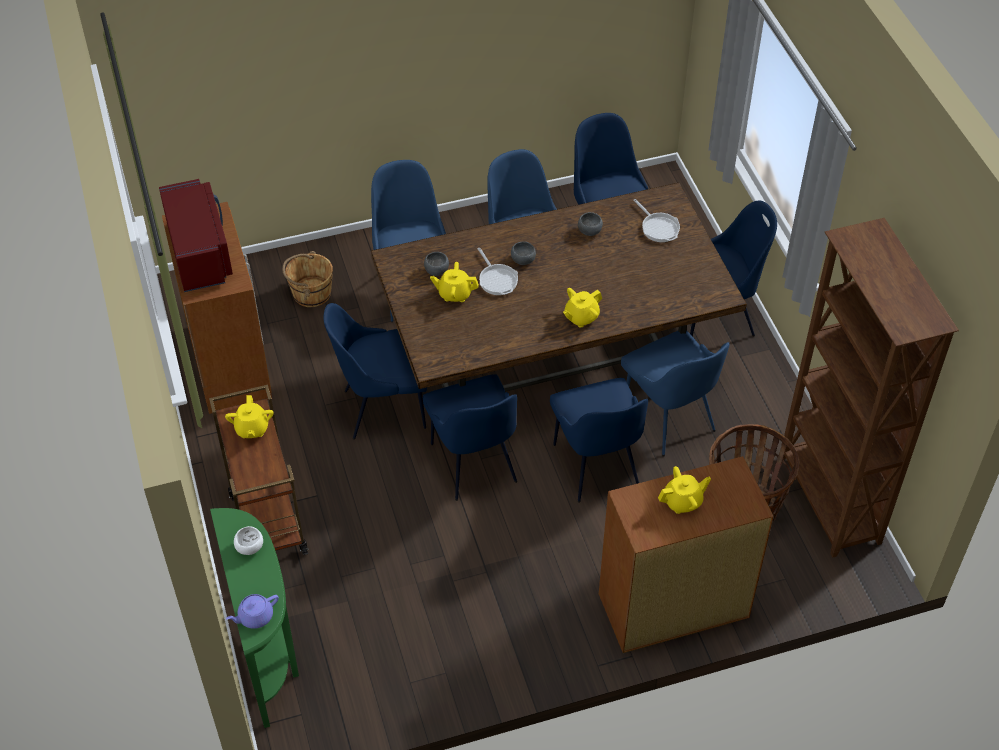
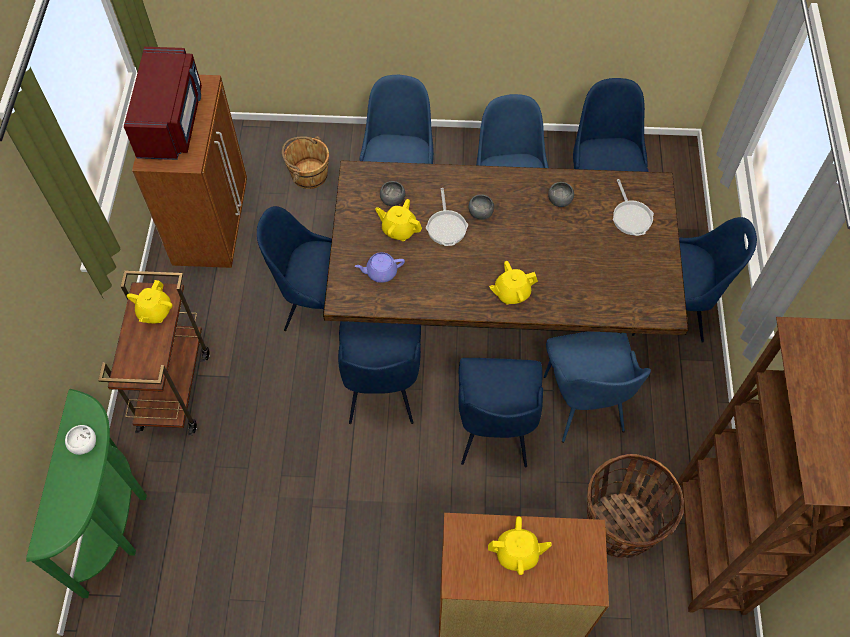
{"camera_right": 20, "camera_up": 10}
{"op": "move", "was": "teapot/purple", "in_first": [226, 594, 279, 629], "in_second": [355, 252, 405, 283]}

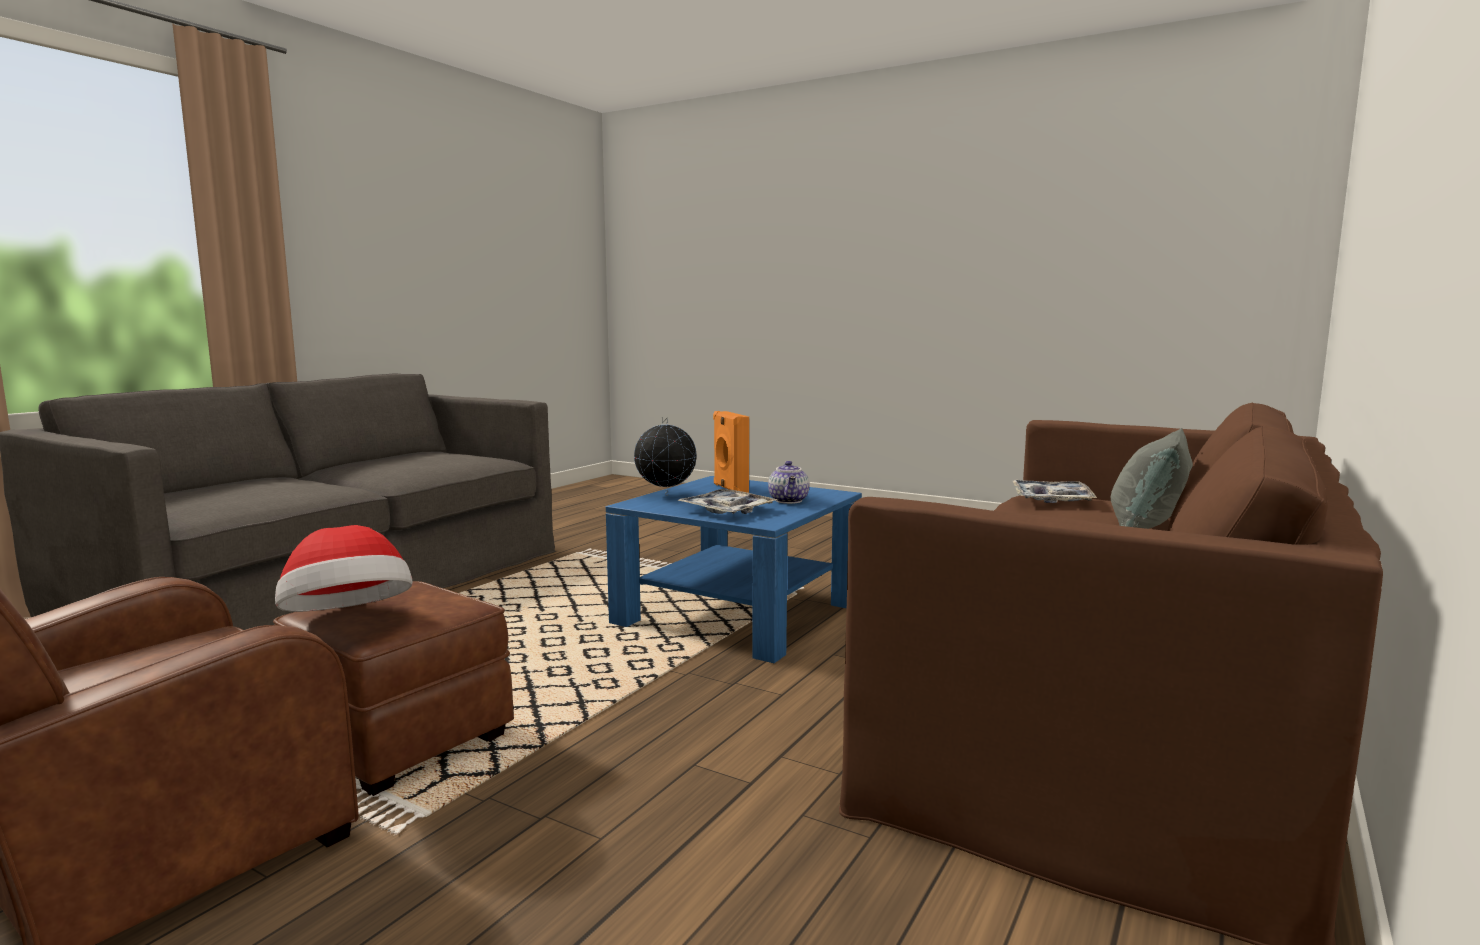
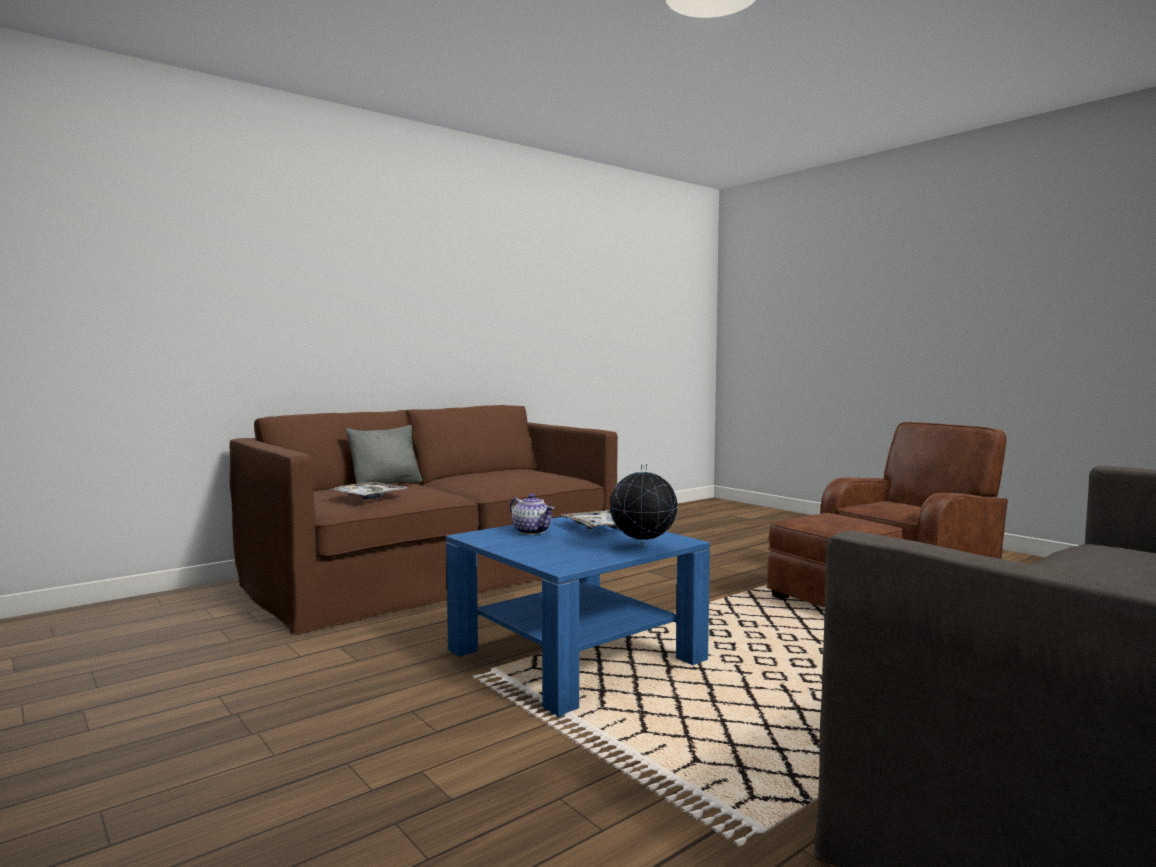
{"camera_right": -160, "camera_up": -5}
{"op": "delete", "was": "hat", "in_first": [275, 525, 413, 612]}
{"op": "delete", "was": "speaker/orange", "in_first": [713, 411, 749, 493]}
{"op": "rotate", "was": "teapot", "in_first": [768, 461, 809, 504], "in_second": [510, 494, 554, 535], "clockwise": 120}

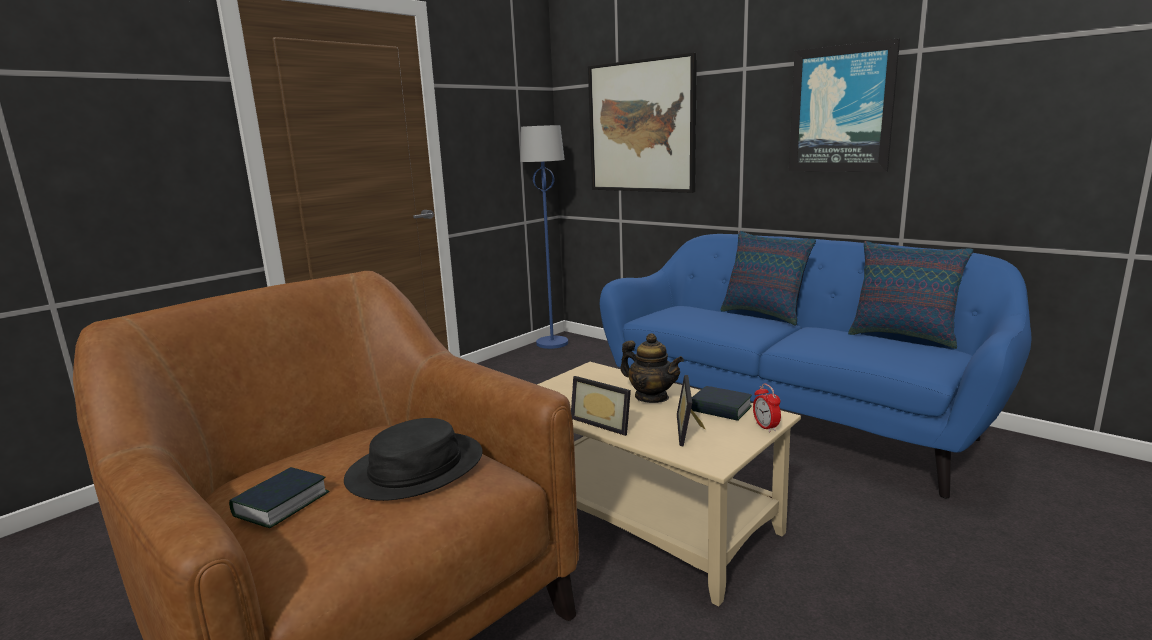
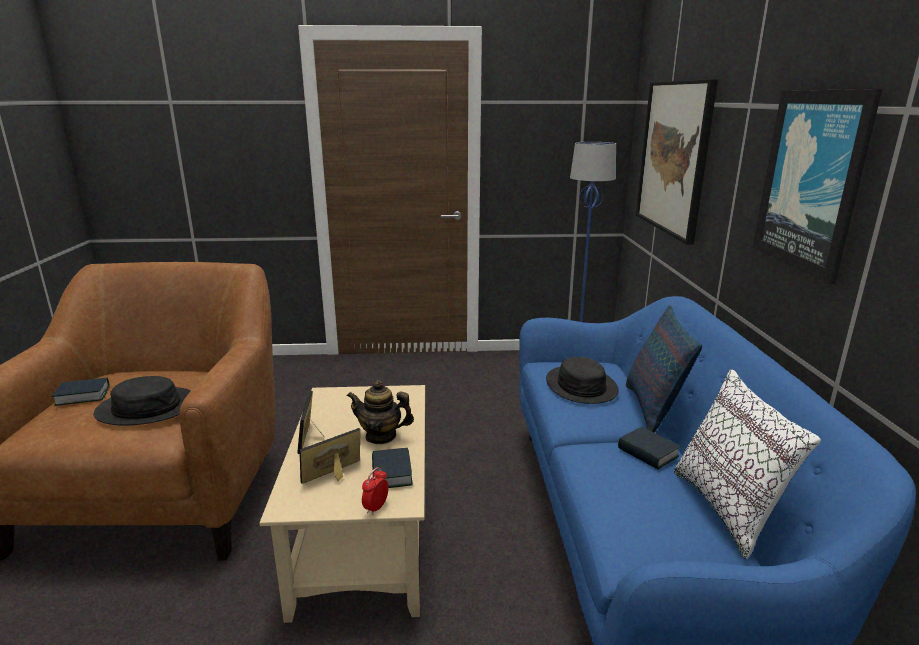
{"camera_right": 45, "camera_up": 5}
{"op": "rotate", "was": "teapot", "in_first": [620, 333, 684, 403], "in_second": [347, 380, 414, 444], "clockwise": 105}
{"op": "recolor", "was": "pillow/blue", "now": "pillow/white", "in_first": [848, 241, 973, 349], "in_second": [674, 369, 821, 559]}
{"op": "insert", "now": "hat/black", "in_second": [546, 357, 619, 404]}
{"op": "insert", "now": "book", "in_second": [618, 427, 681, 469]}

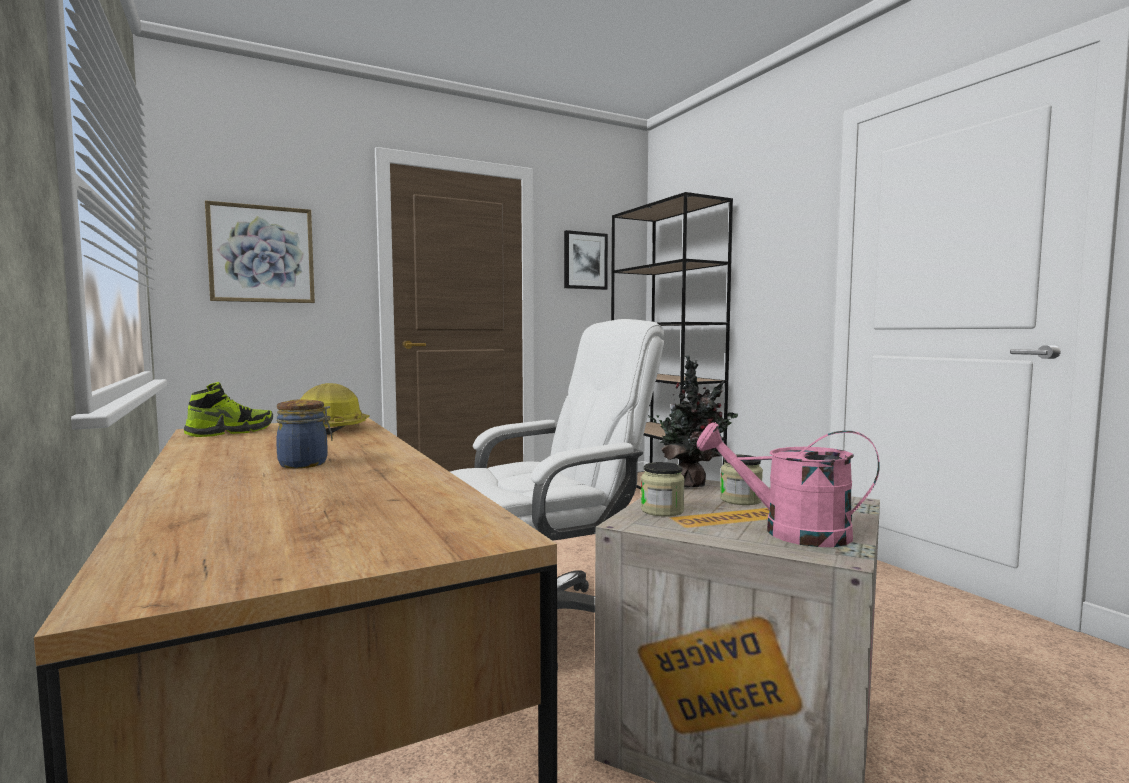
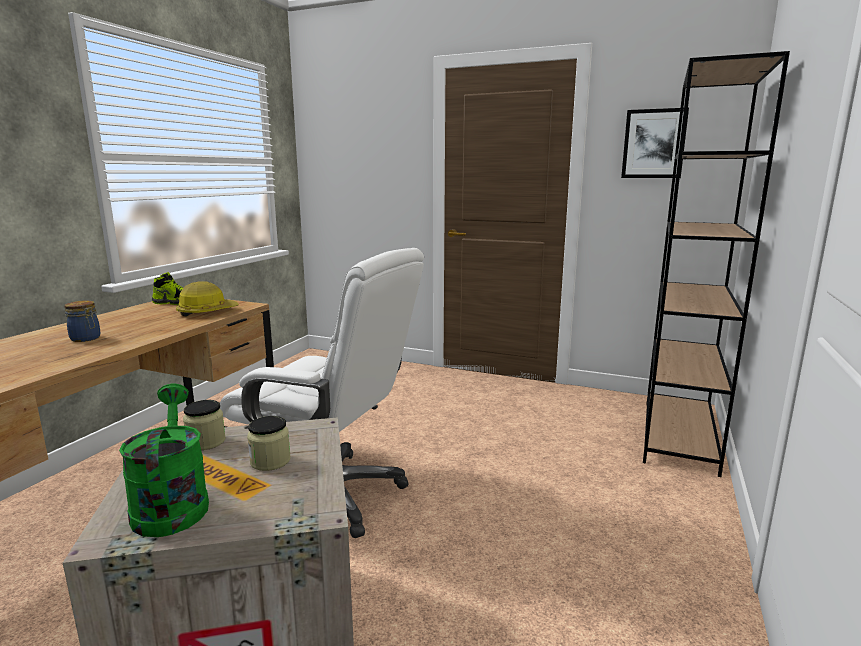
{"camera_right": 50, "camera_up": 10}
{"op": "delete", "was": "picture", "in_first": [205, 200, 315, 303]}
{"op": "delete", "was": "potted plant", "in_first": [648, 355, 738, 487]}
{"op": "recolor", "was": "watering can/pink", "now": "watering can/green", "in_first": [697, 422, 880, 547], "in_second": [119, 384, 209, 537]}

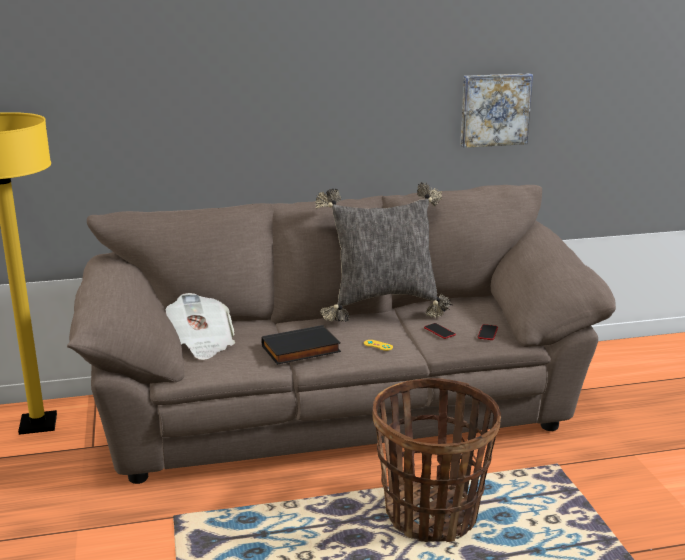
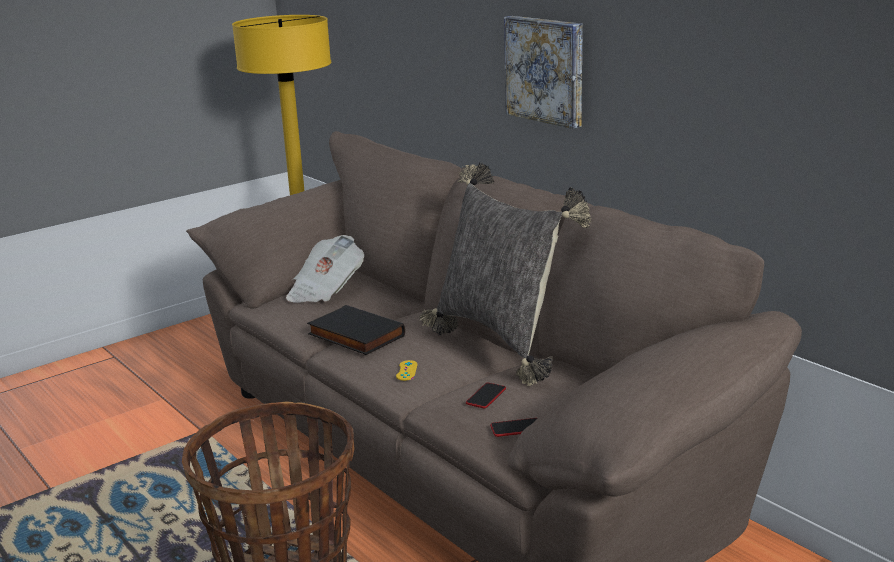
{"camera_right": 65, "camera_up": 0}
{"op": "move", "was": "picture", "in_first": [460, 73, 533, 148], "in_second": [504, 16, 583, 129]}

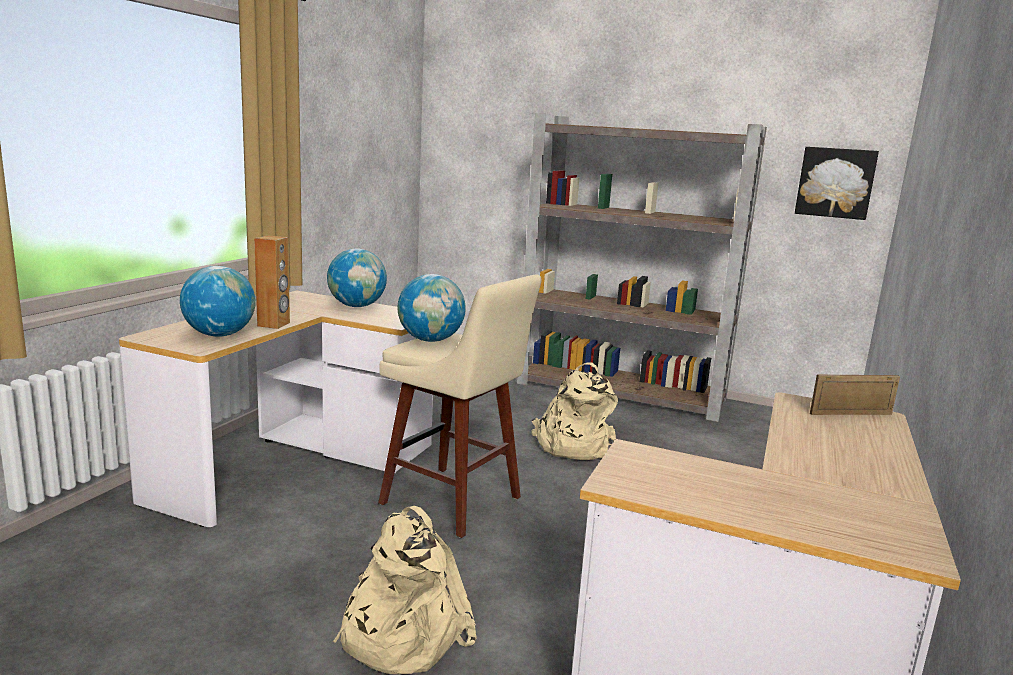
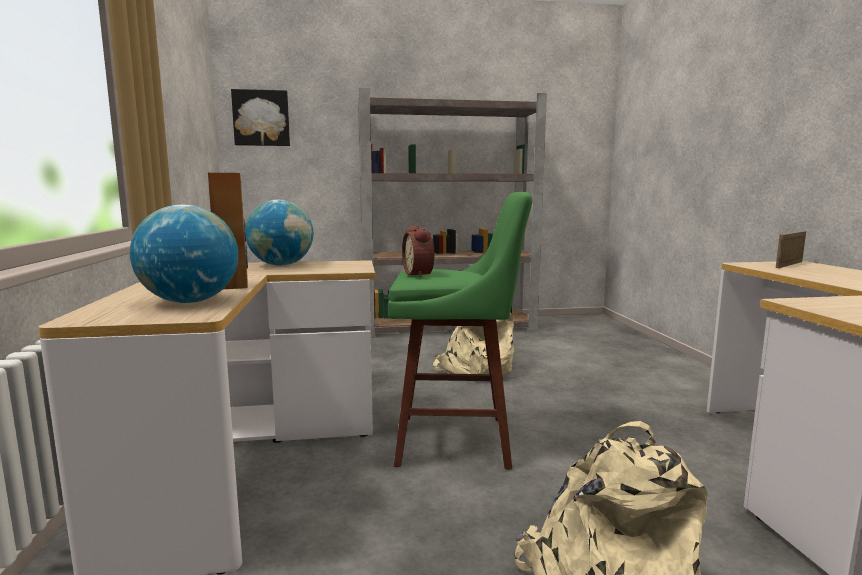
{"camera_right": -30, "camera_up": -5}
{"op": "recolor", "was": "stool/beige", "now": "stool/green", "in_first": [378, 274, 542, 538], "in_second": [388, 192, 533, 470]}
{"op": "replace", "was": "globe", "now": "alarm clock", "in_first": [397, 274, 466, 342], "in_second": [402, 226, 434, 278]}
{"op": "move", "was": "picture", "in_first": [795, 147, 879, 220], "in_second": [231, 89, 290, 146]}

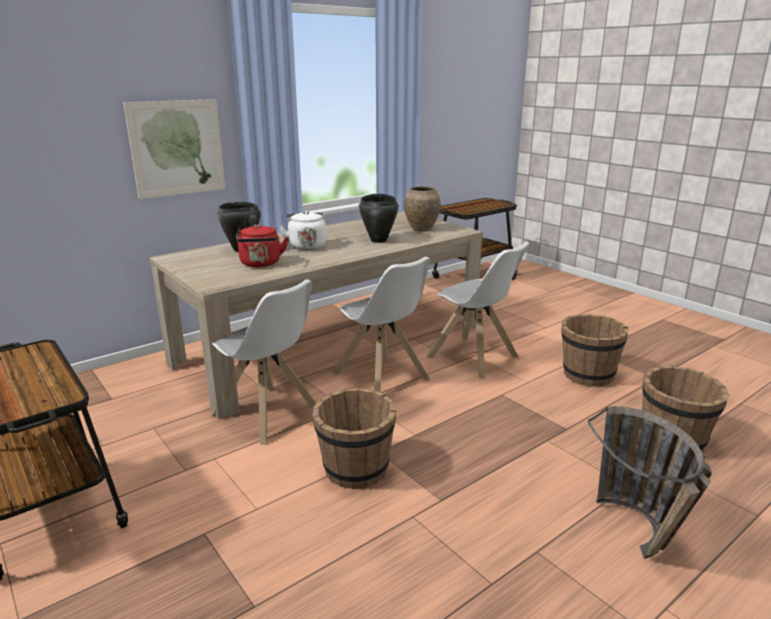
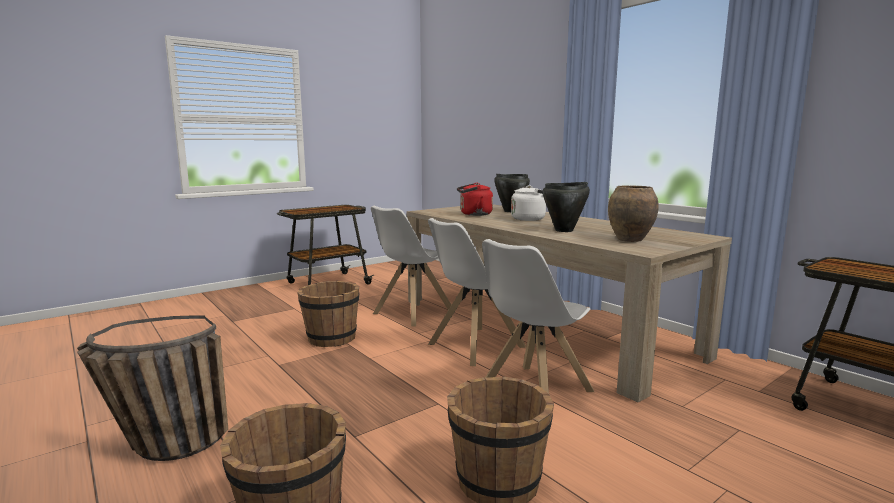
{"camera_right": 90, "camera_up": -10}
{"op": "delete", "was": "picture", "in_first": [124, 99, 225, 199]}

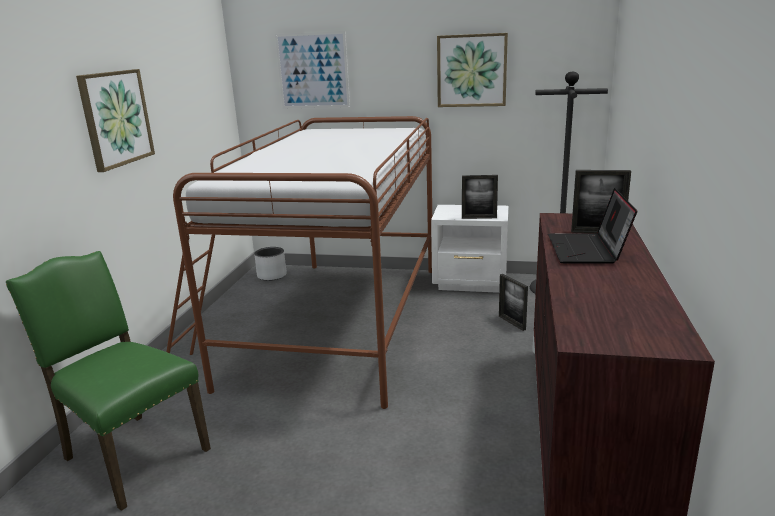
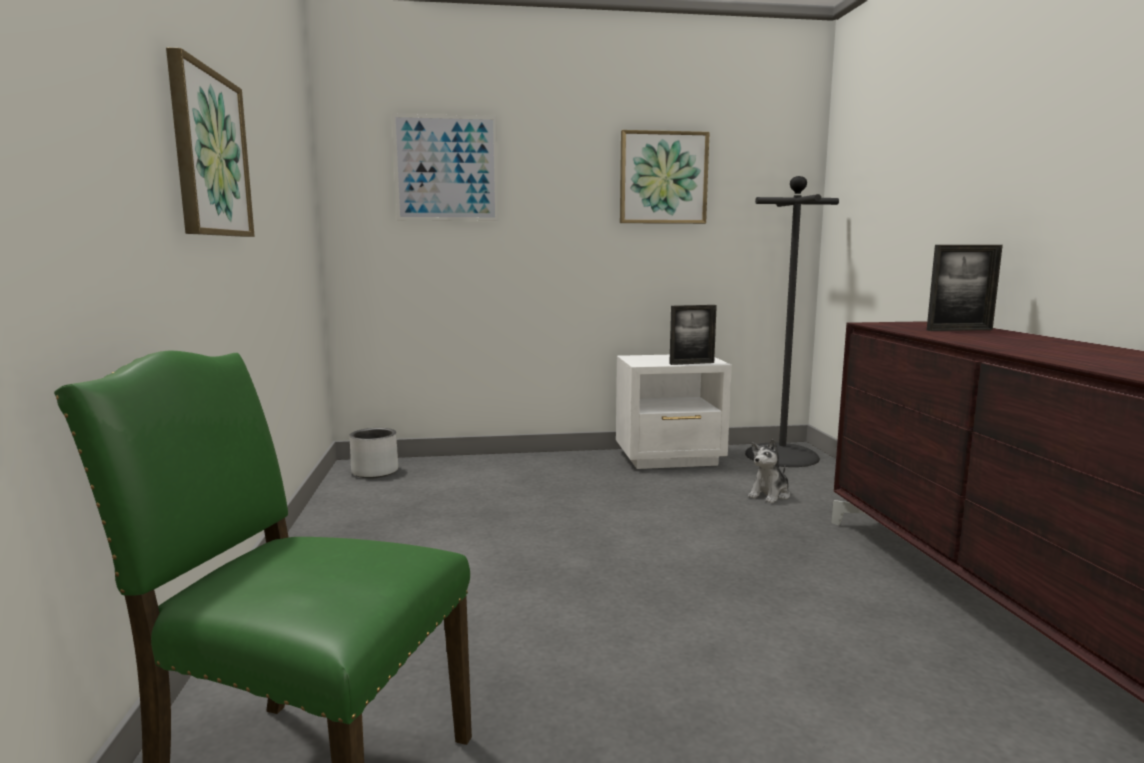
{"camera_right": -20, "camera_up": -10}
{"op": "delete", "was": "bed/brown", "in_first": [166, 116, 432, 409]}
{"op": "replace", "was": "picture frame", "now": "plush toy", "in_first": [499, 274, 528, 331], "in_second": [748, 439, 790, 503]}
{"op": "delete", "was": "laptop", "in_first": [548, 188, 637, 264]}

